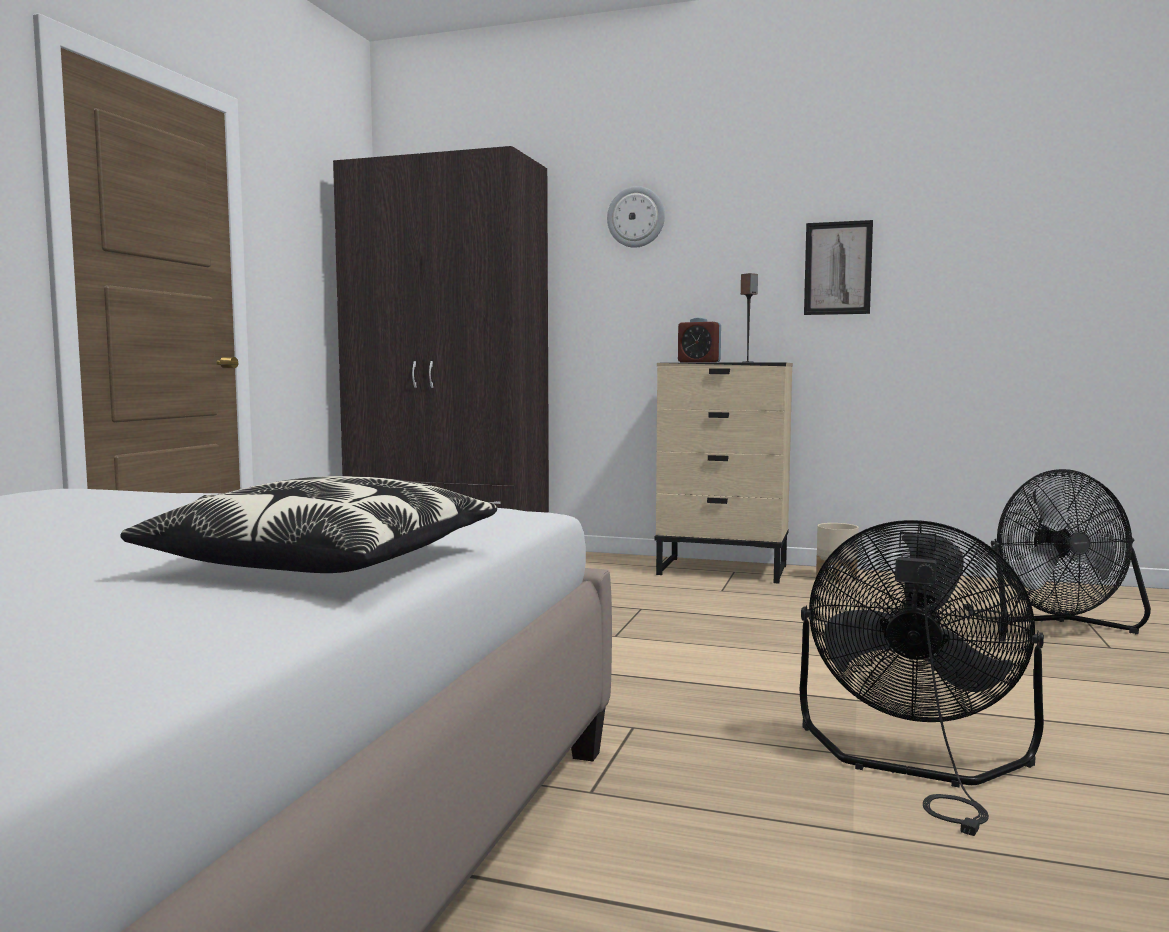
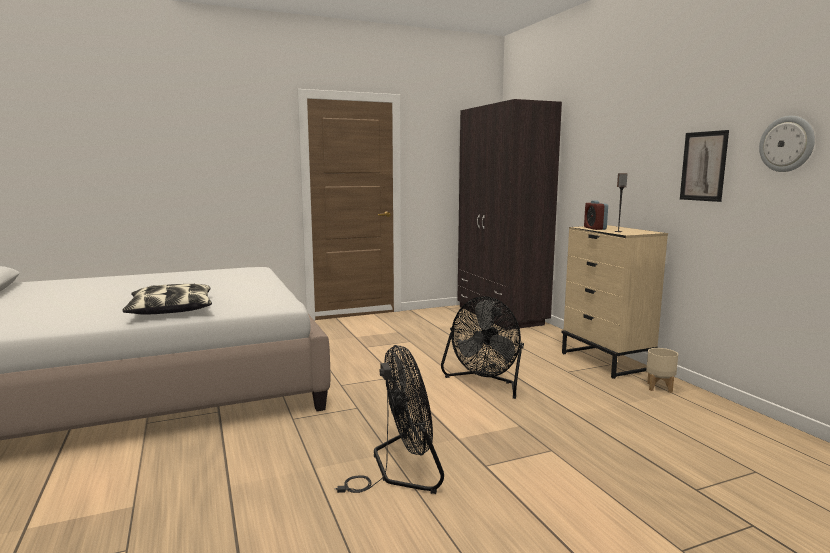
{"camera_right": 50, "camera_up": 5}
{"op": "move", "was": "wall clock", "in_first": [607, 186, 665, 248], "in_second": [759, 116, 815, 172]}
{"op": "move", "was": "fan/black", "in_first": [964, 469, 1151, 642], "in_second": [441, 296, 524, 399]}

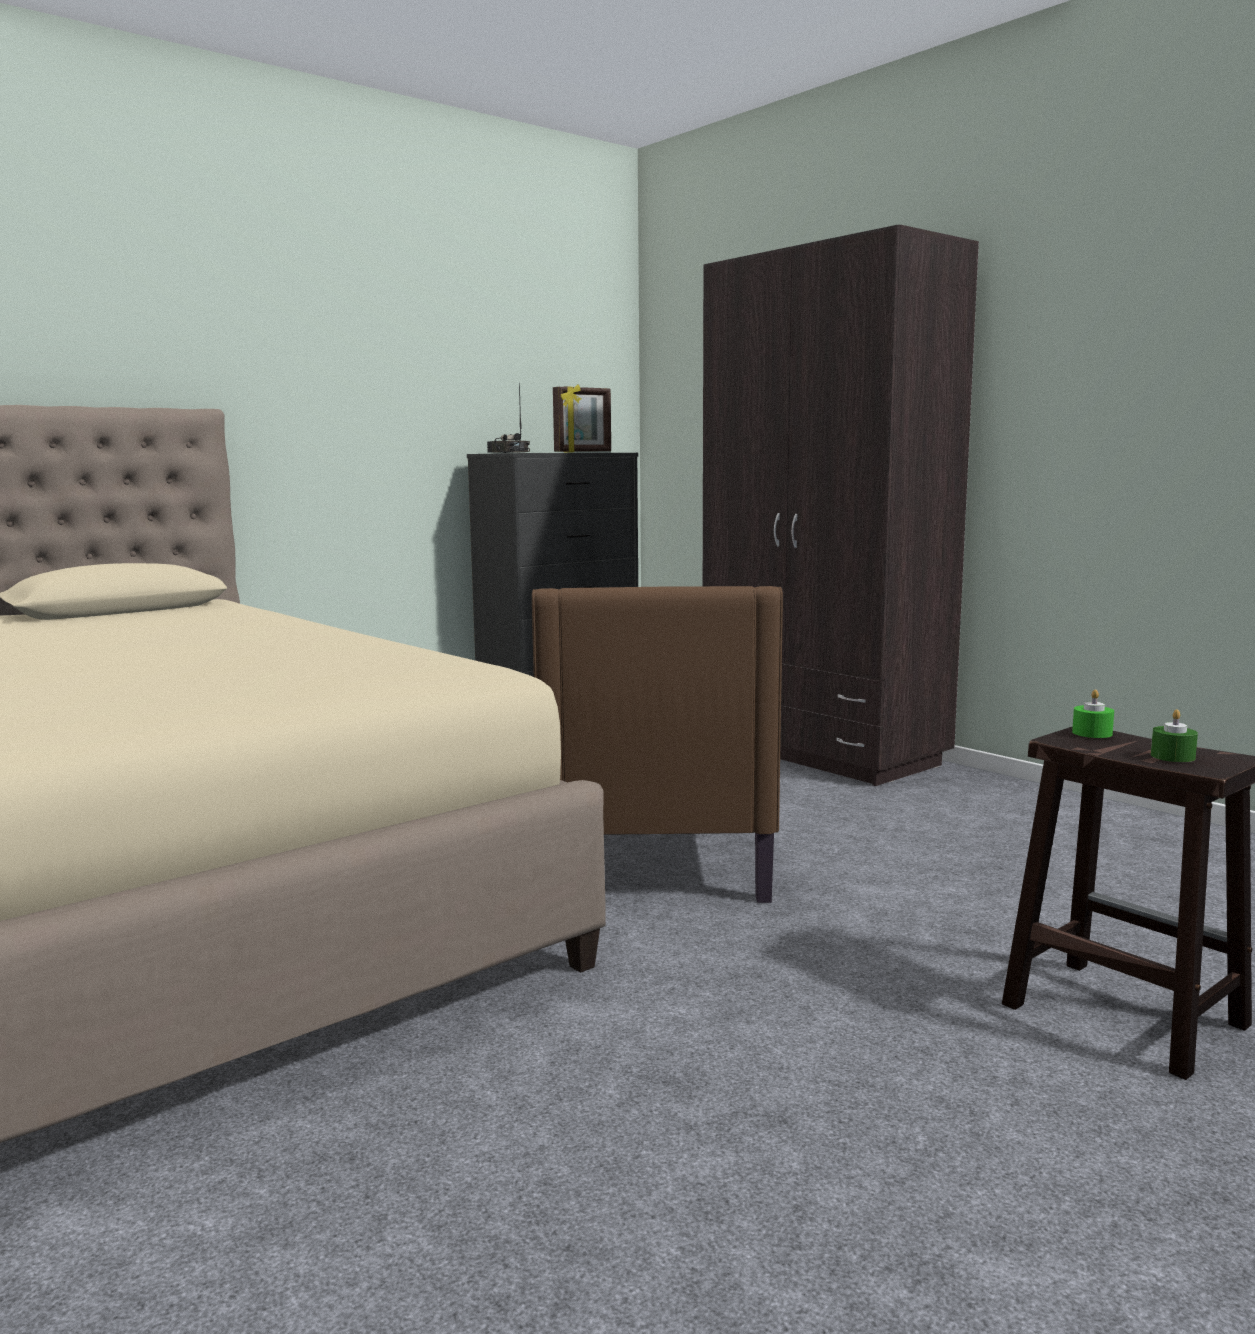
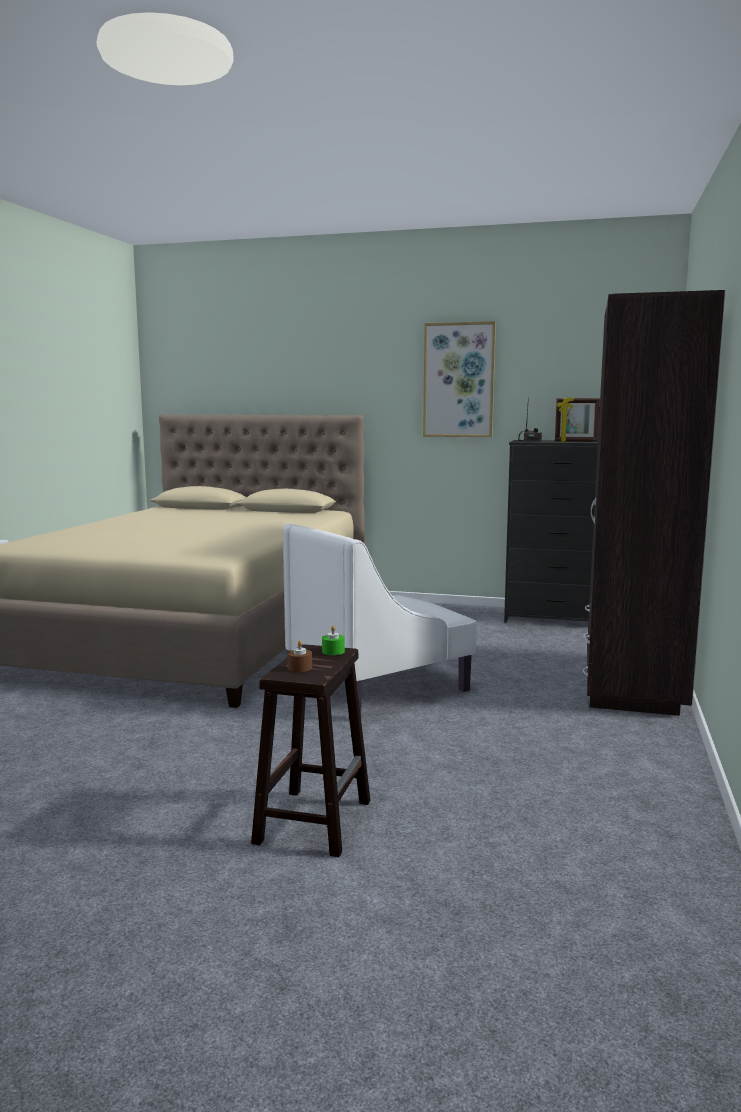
{"camera_right": 55, "camera_up": 0}
{"op": "recolor", "was": "armchair/brown", "now": "armchair/white", "in_first": [532, 586, 783, 903], "in_second": [283, 524, 477, 715]}
{"op": "recolor", "was": "candle/green", "now": "candle/brown", "in_first": [1151, 709, 1198, 762], "in_second": [288, 640, 312, 672]}
{"op": "insert", "now": "picture", "in_second": [423, 321, 496, 437]}

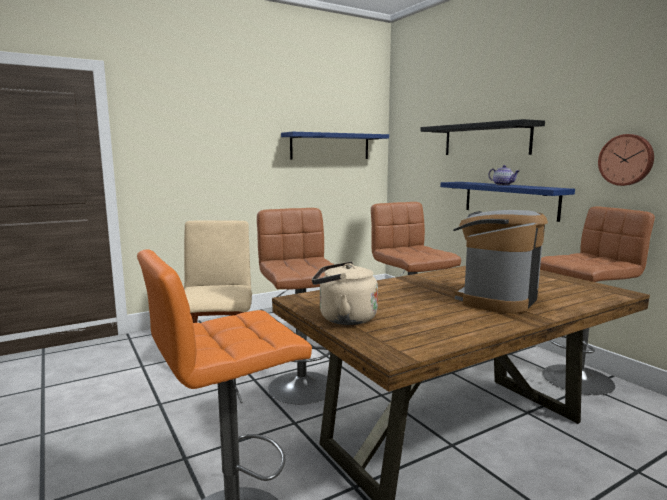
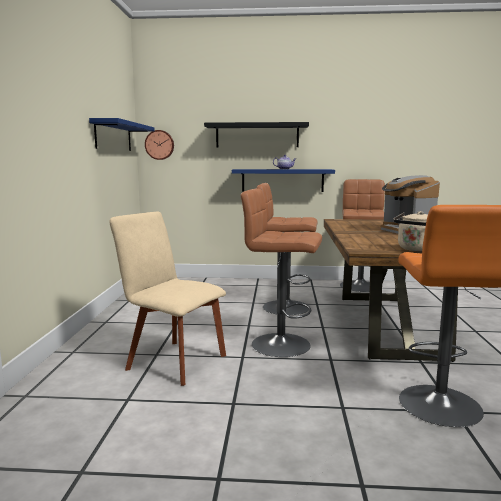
{"camera_right": -55, "camera_up": 0}
{"op": "move", "was": "wall clock", "in_first": [598, 134, 654, 186], "in_second": [145, 130, 174, 160]}

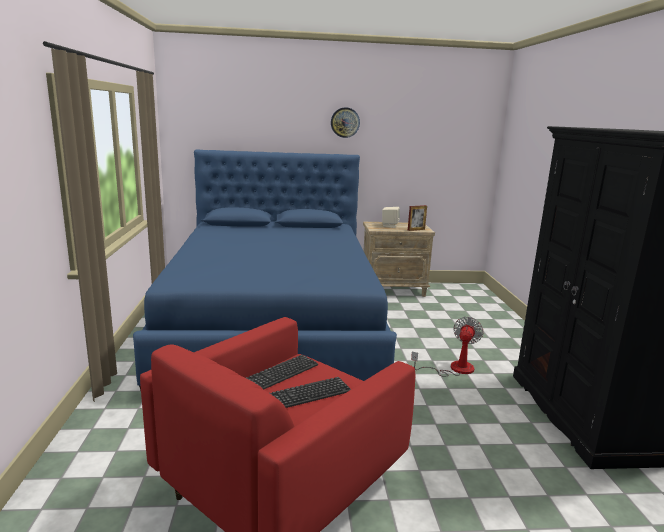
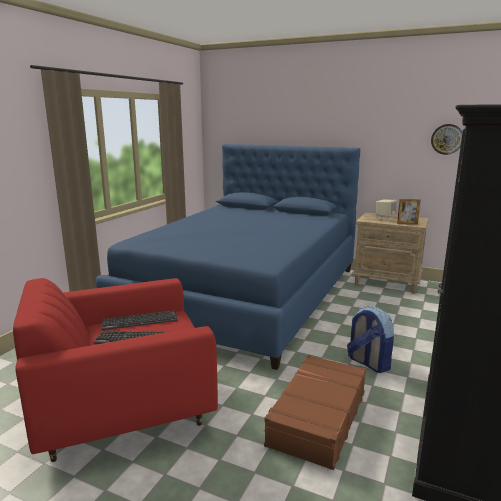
{"camera_right": 30, "camera_up": 0}
{"op": "move", "was": "wall clock", "in_first": [331, 107, 360, 138], "in_second": [431, 124, 463, 155]}
{"op": "replace", "was": "fan", "now": "backpack", "in_first": [411, 317, 484, 377], "in_second": [347, 306, 394, 373]}
{"op": "insert", "now": "suitcase/brown", "in_second": [264, 355, 366, 470]}

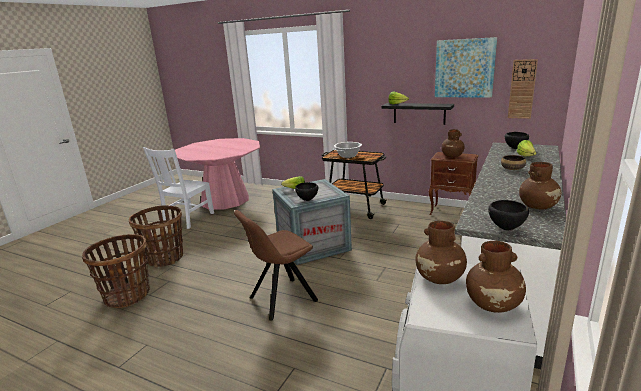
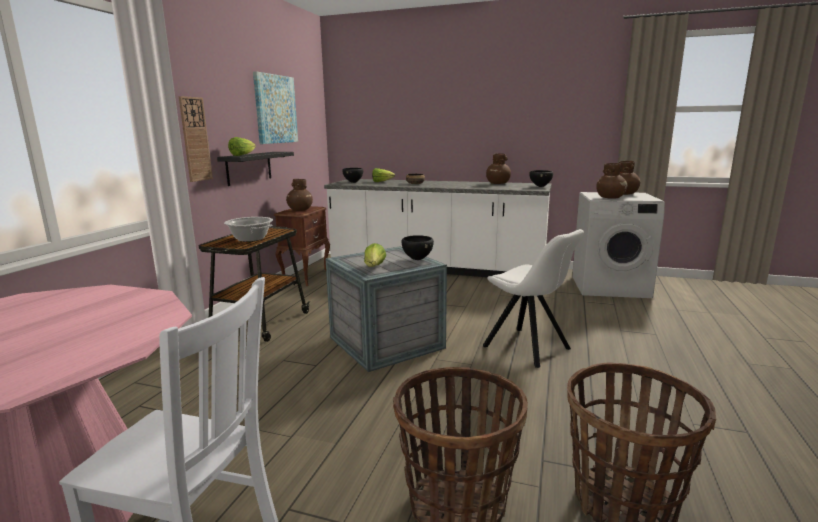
{"camera_right": -100, "camera_up": -5}
{"op": "recolor", "was": "chair/brown", "now": "chair/white", "in_first": [234, 210, 318, 321], "in_second": [483, 229, 584, 368]}
{"op": "move", "was": "wall clock", "in_first": [508, 59, 538, 119], "in_second": [179, 96, 213, 182]}

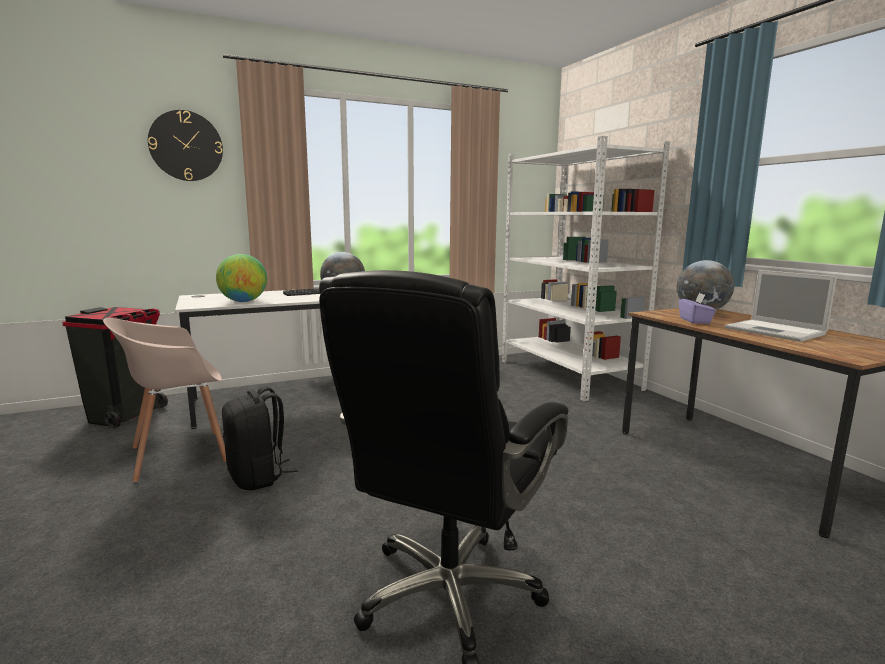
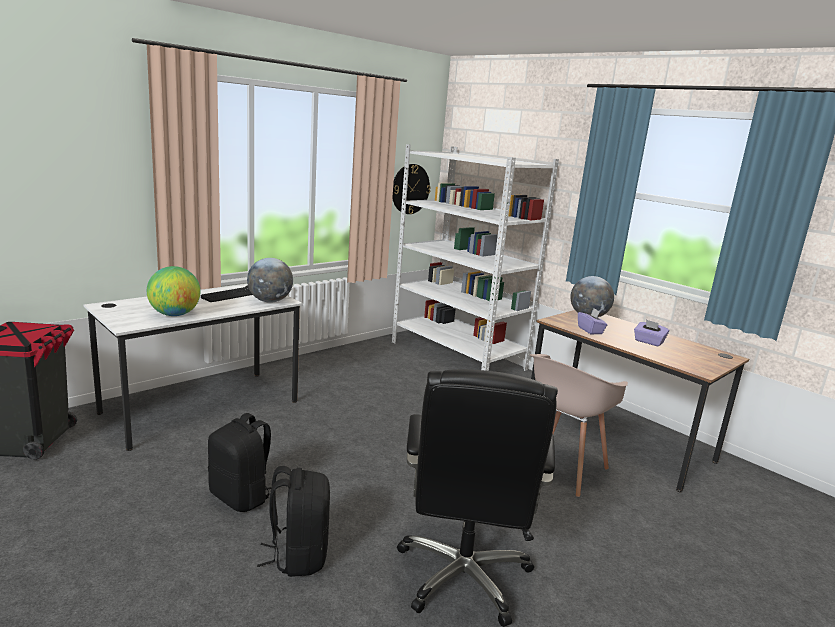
{"camera_right": -20, "camera_up": 5}
{"op": "move", "was": "chair/beige", "in_first": [103, 318, 226, 482], "in_second": [529, 354, 628, 497]}
{"op": "move", "was": "wall clock", "in_first": [148, 110, 223, 181], "in_second": [392, 164, 431, 214]}
{"op": "replace", "was": "laptop", "now": "tissue box/purple", "in_first": [725, 270, 837, 342], "in_second": [634, 320, 669, 347]}
{"op": "insert", "now": "backpack/black", "in_second": [257, 466, 330, 577]}

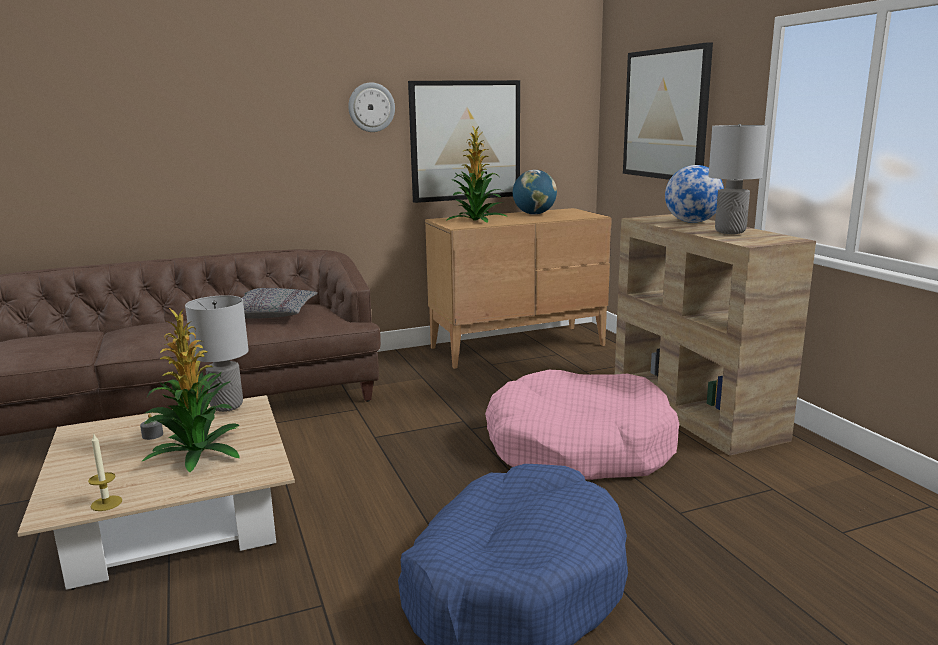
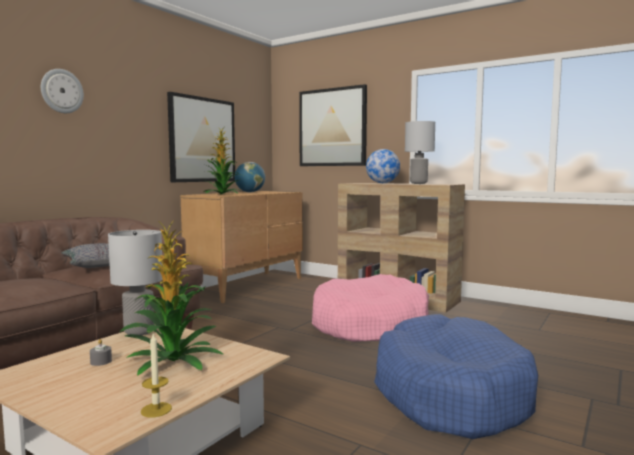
{"camera_right": -35, "camera_up": -10}
{"op": "move", "was": "wall clock", "in_first": [348, 82, 395, 132], "in_second": [41, 69, 84, 113]}

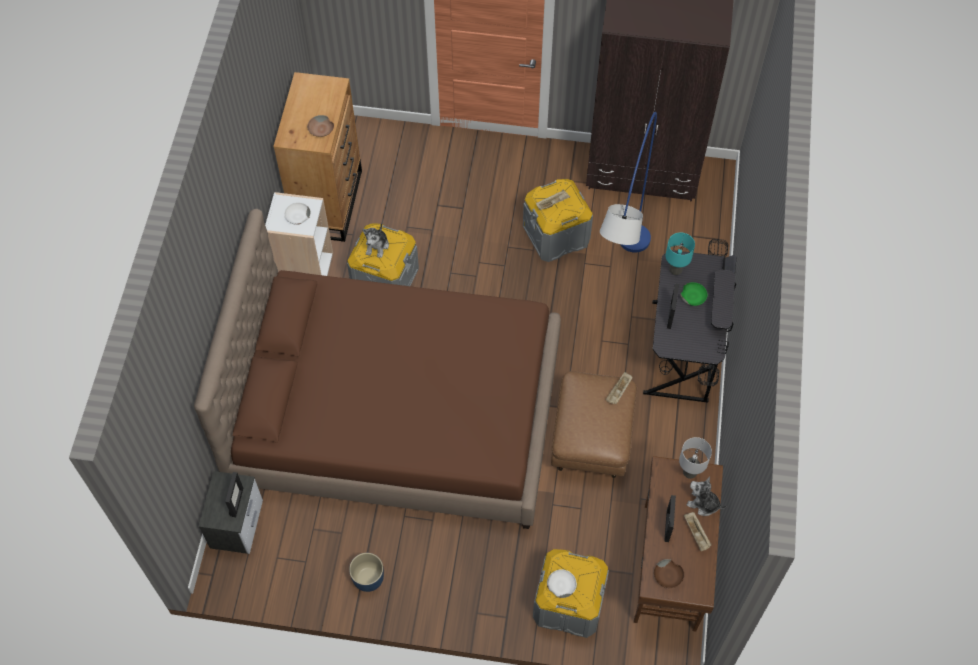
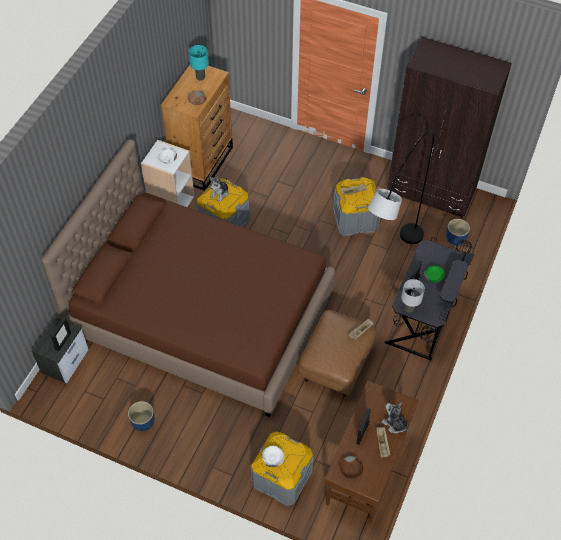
{"camera_right": 15, "camera_up": -5}
{"op": "recolor", "was": "floor lamp/blue", "now": "floor lamp/grey", "in_first": [600, 112, 657, 253], "in_second": [368, 130, 434, 244]}
{"op": "move", "was": "table lamp/turquoise", "in_first": [665, 233, 695, 275], "in_second": [189, 45, 209, 80]}
{"op": "move", "was": "table lamp/white", "in_first": [679, 437, 712, 479], "in_second": [401, 279, 425, 313]}
{"op": "insert", "now": "planter/blue", "in_second": [446, 219, 470, 245]}

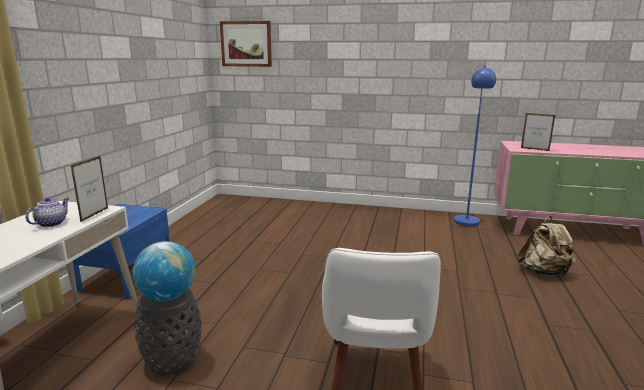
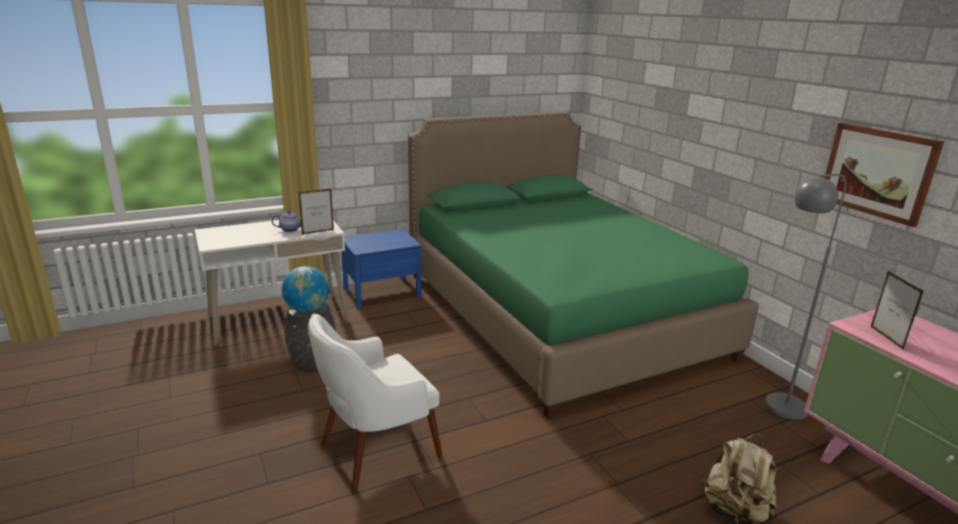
{"camera_right": 50, "camera_up": 5}
{"op": "move", "was": "picture", "in_first": [220, 21, 272, 67], "in_second": [825, 123, 944, 227]}
{"op": "recolor", "was": "floor lamp/blue", "now": "floor lamp/grey", "in_first": [454, 66, 496, 227], "in_second": [765, 174, 847, 420]}
{"op": "insert", "now": "bed/green", "in_second": [408, 112, 759, 419]}

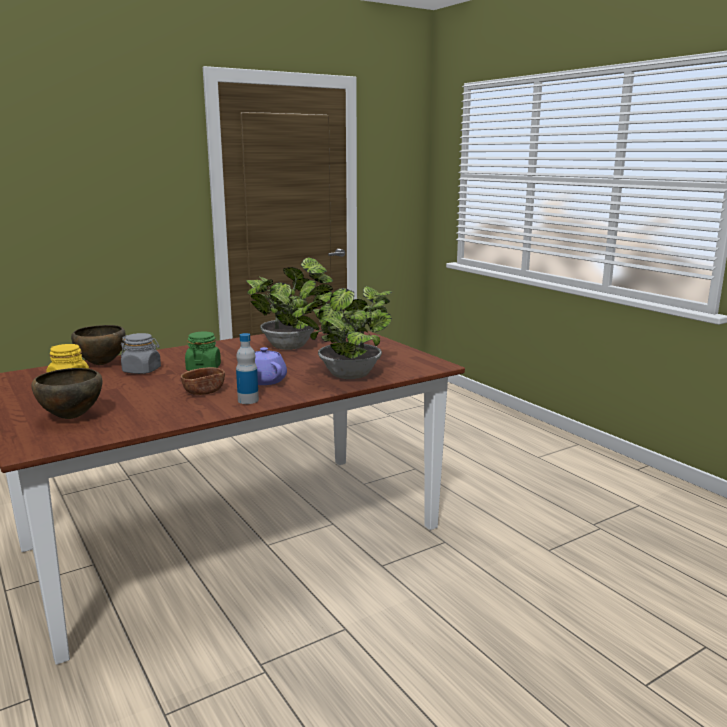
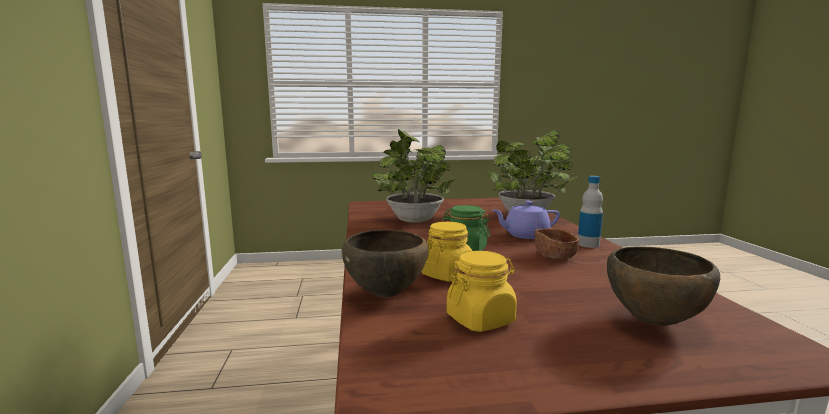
{"camera_right": -65, "camera_up": -5}
{"op": "recolor", "was": "jar/grey", "now": "jar/yellow", "in_first": [121, 333, 161, 374], "in_second": [422, 222, 472, 282]}

